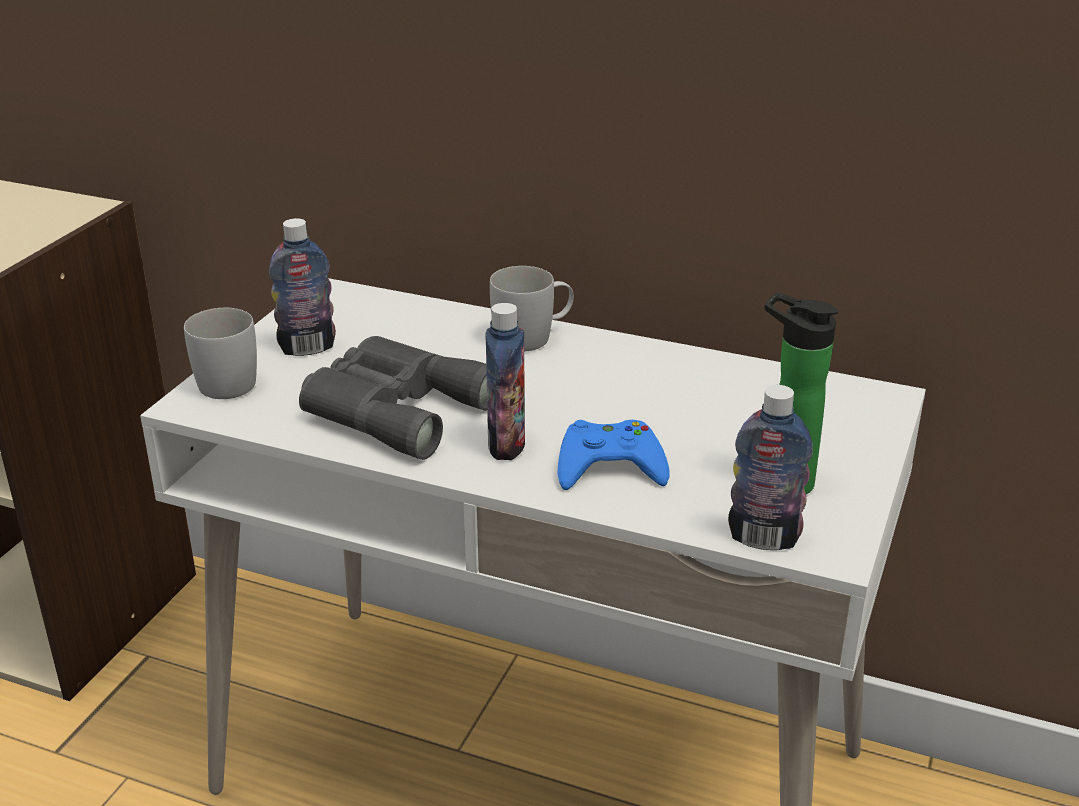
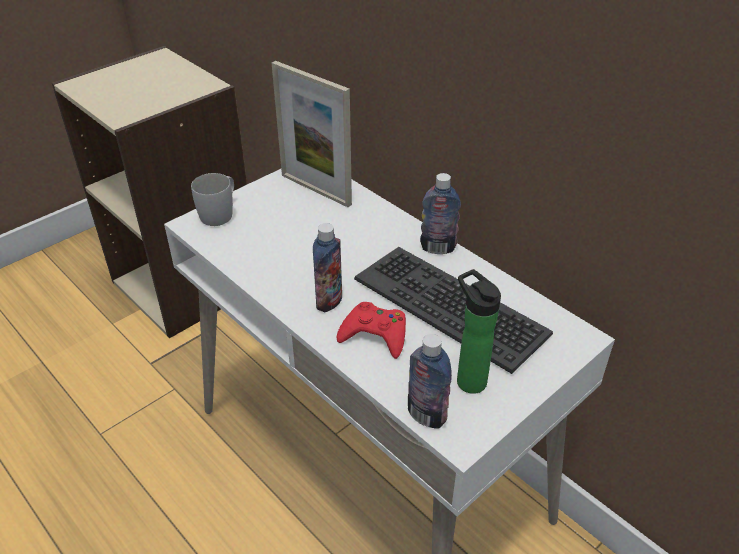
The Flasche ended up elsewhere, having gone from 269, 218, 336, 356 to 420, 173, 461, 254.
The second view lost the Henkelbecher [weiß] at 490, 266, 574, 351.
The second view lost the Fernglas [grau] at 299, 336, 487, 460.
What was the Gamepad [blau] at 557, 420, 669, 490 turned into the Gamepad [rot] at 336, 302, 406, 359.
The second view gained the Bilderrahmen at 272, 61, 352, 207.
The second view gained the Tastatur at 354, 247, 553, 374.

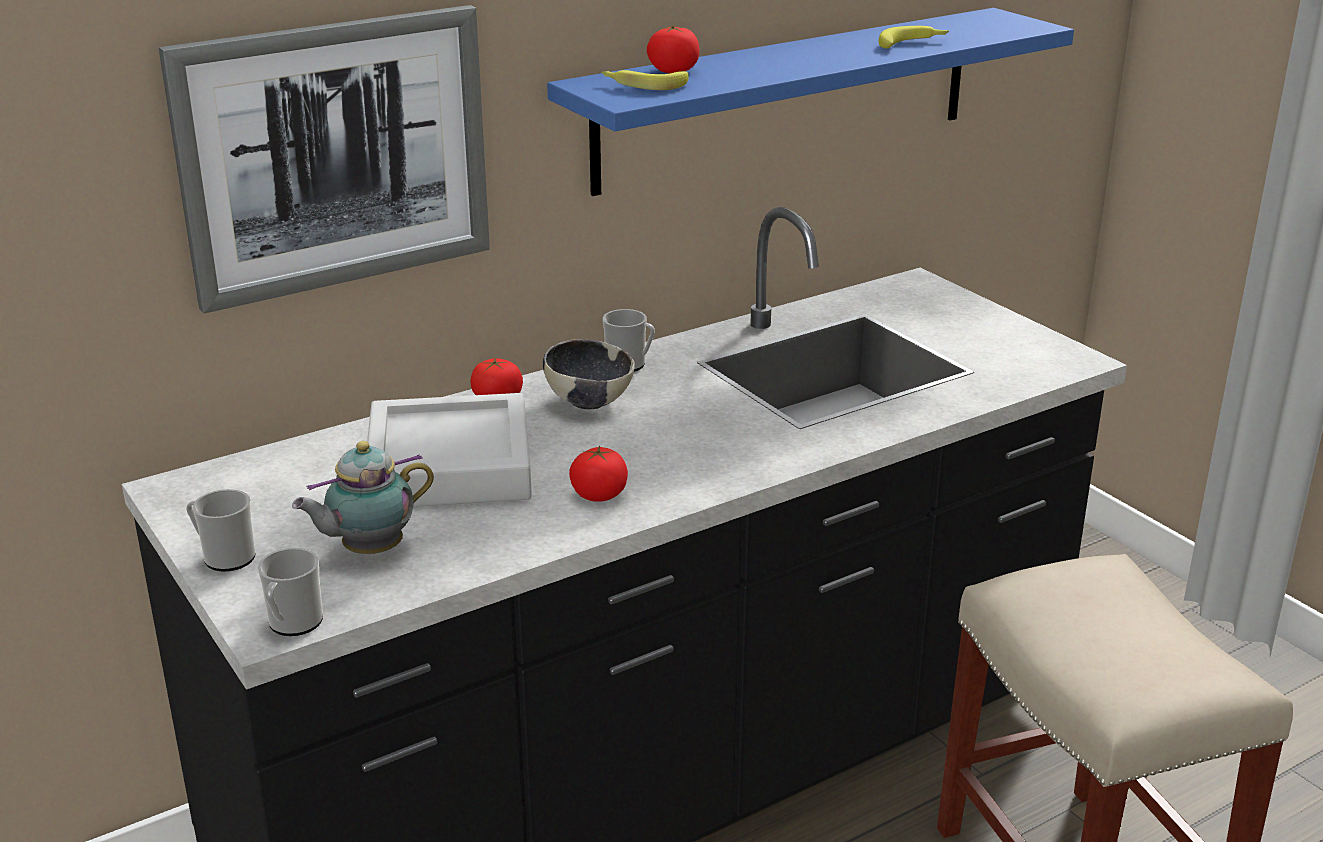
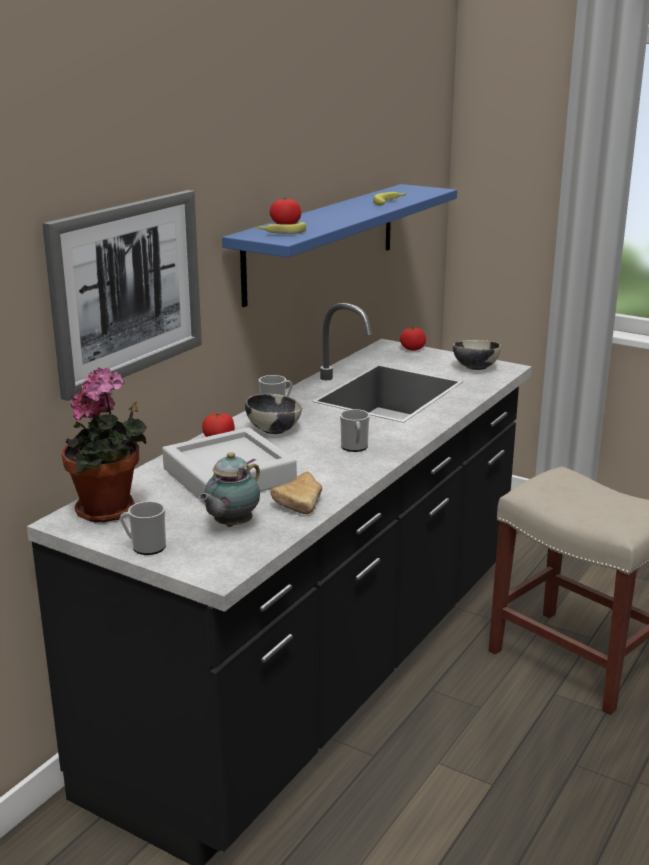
The Tomate ended up elsewhere, having gone from 569, 446, 628, 502 to 400, 327, 426, 351.
The Henkelbecher ended up elsewhere, having gone from 258, 548, 323, 636 to 340, 409, 370, 452.
The second view gained the Schüssel at 453, 340, 501, 370.
The second view gained the Topfpflanze at 61, 367, 147, 522.
The second view gained the Brot at 270, 471, 322, 514.

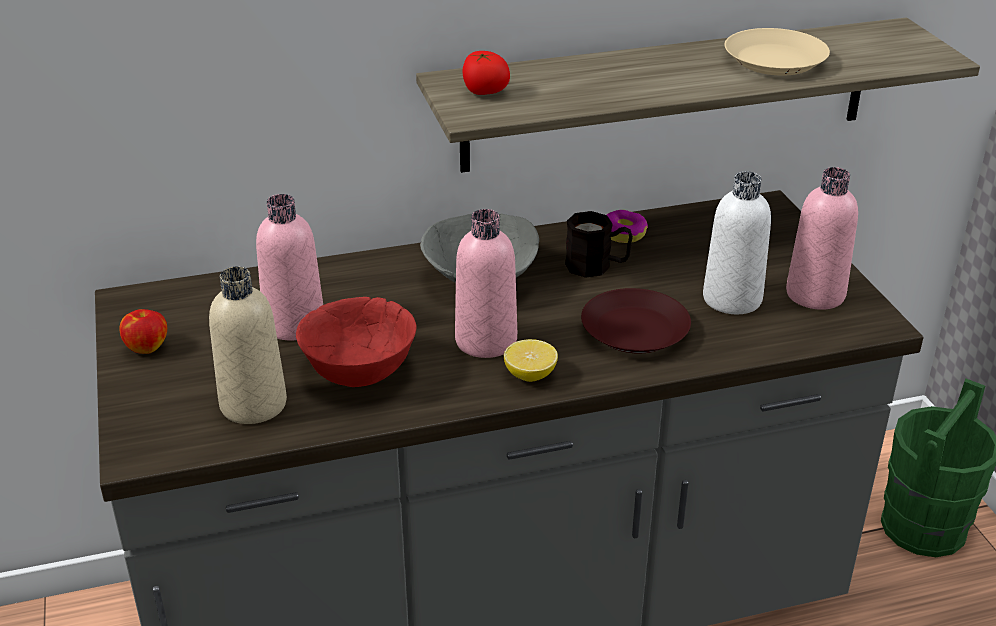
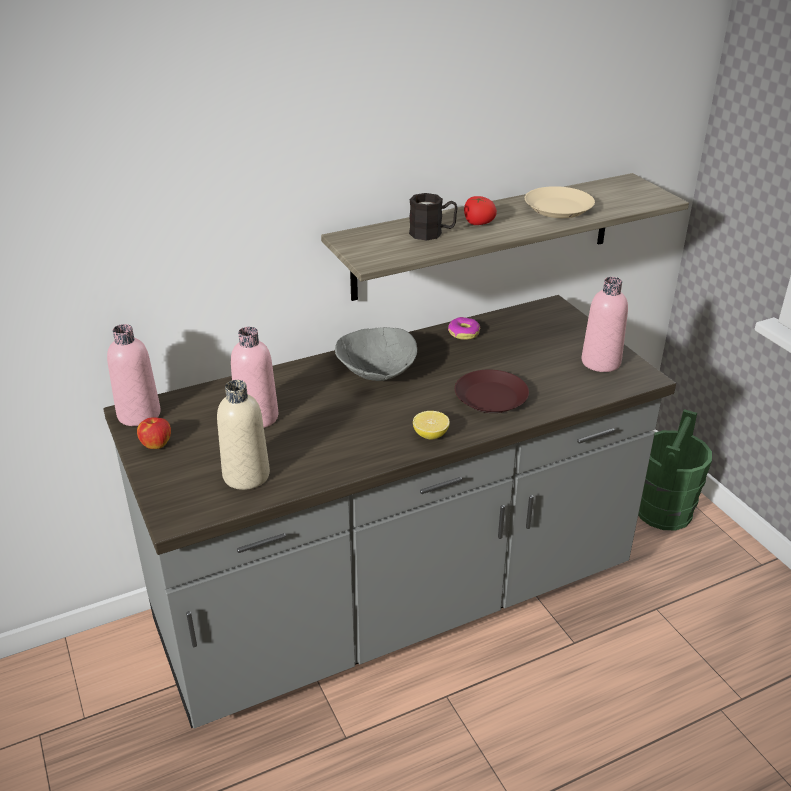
The Tomate ended up elsewhere, having gone from 462, 51, 510, 95 to 464, 196, 497, 225.
The second view lost the Flasche [weiß] at 703, 171, 771, 314.
The Flasche [rosa] ended up elsewhere, having gone from 455, 209, 517, 358 to 107, 324, 161, 426.
The Henkelbecher [schwarz] ended up elsewhere, having gone from 565, 211, 633, 278 to 409, 193, 458, 241.
The second view lost the Schüssel [rot] at 296, 297, 417, 387.

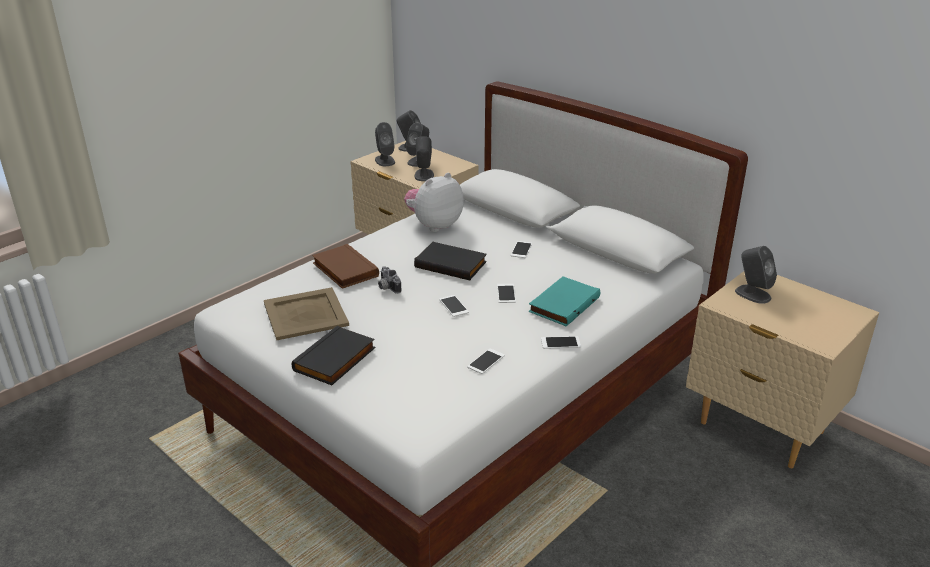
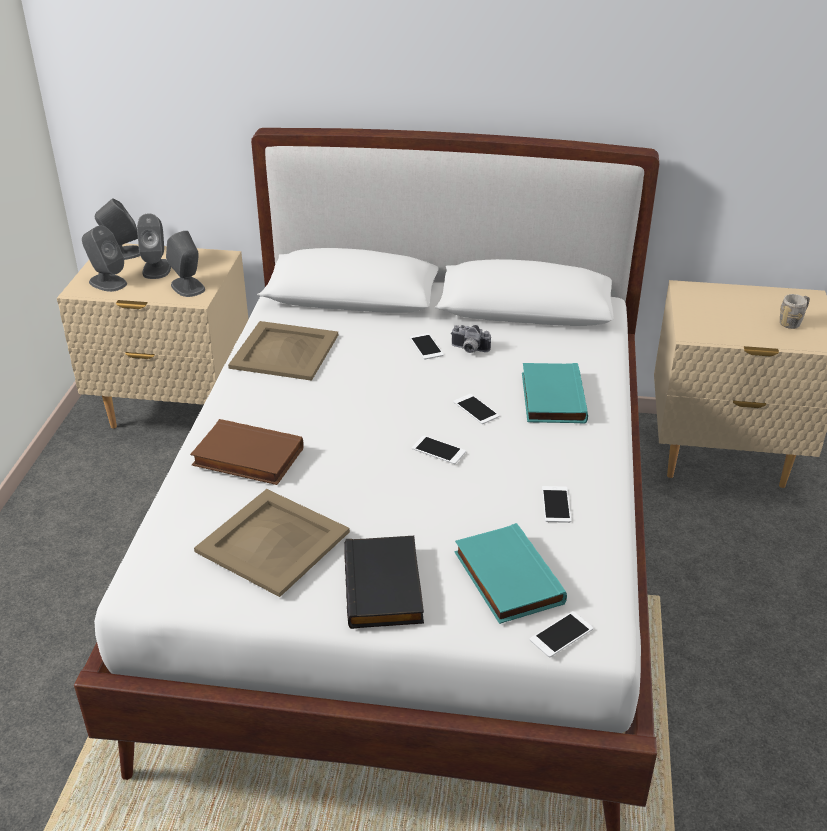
Where the Plüschtier stood at 404, 173, 464, 232, the Tablett [beige] came to stand at 228, 321, 338, 381.
The second view lost the Buch [schwarz] at 414, 242, 487, 280.
The second view lost the Lautsprecher [grau] at 735, 246, 777, 304.
The Kamera ended up elsewhere, having gone from 378, 266, 401, 294 to 451, 325, 491, 353.
The Handy ended up elsewhere, having gone from 541, 336, 581, 349 to 530, 611, 593, 657.
The second view gained the Henkelbecher [grau] at 780, 294, 810, 329.
The second view gained the Buch [türkis] at 455, 523, 567, 624.

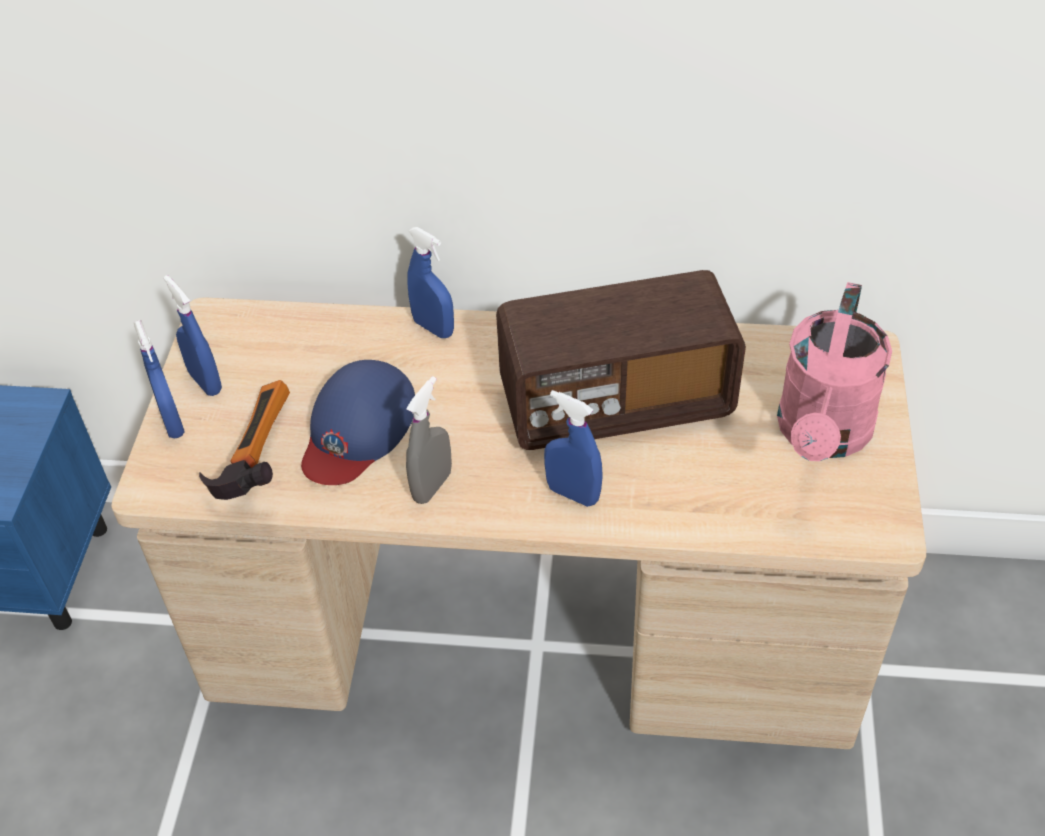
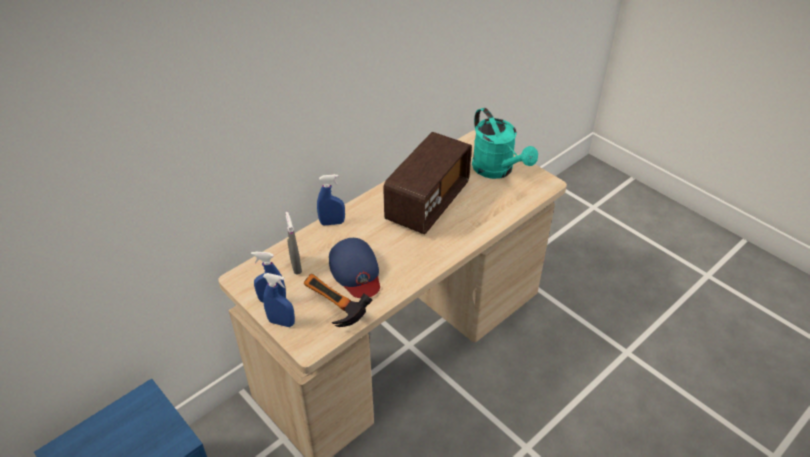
What was the Gießkanne [rosa] at 777, 282, 892, 461 turned into the Gießkanne [türkis] at 472, 108, 538, 179.
The Sprühflasche [grau] ended up elsewhere, having gone from 406, 376, 452, 504 to 286, 212, 302, 274.
The second view lost the Sprühflasche [blau] at 544, 390, 603, 507.

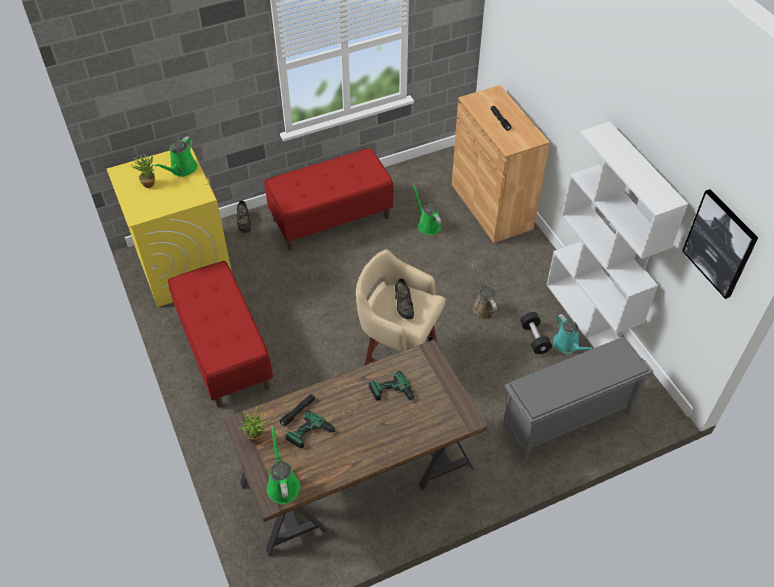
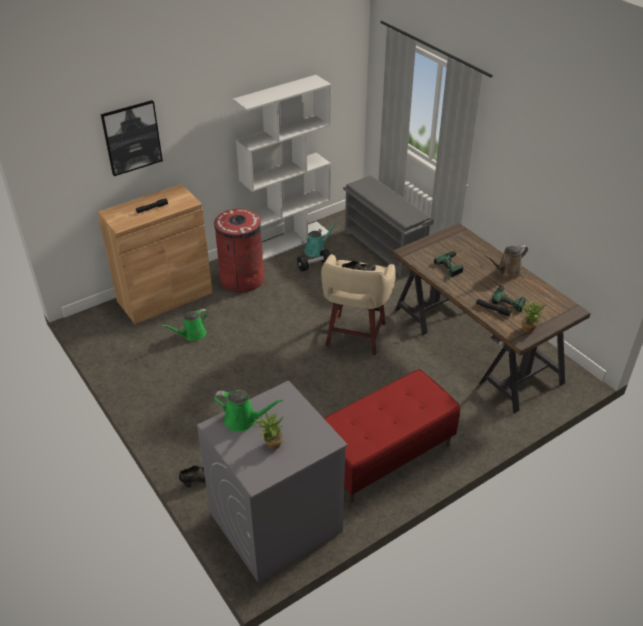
What was the Waschmaschine [gelb] at 107, 147, 232, 307 turned into the Waschmaschine [grau] at 197, 380, 348, 583.
The second view lost the Bank [rot] at 264, 148, 394, 251.
The Bild ended up elsewhere, having gone from 682, 189, 758, 299 to 101, 100, 163, 176.
The Gießkanne [braun] ended up elsewhere, having gone from 471, 263, 497, 320 to 486, 245, 528, 278.
The second view lost the Gießkanne [grün] at 267, 425, 301, 504.
The second view gained the Mülleimer [rot] at 214, 209, 264, 293.

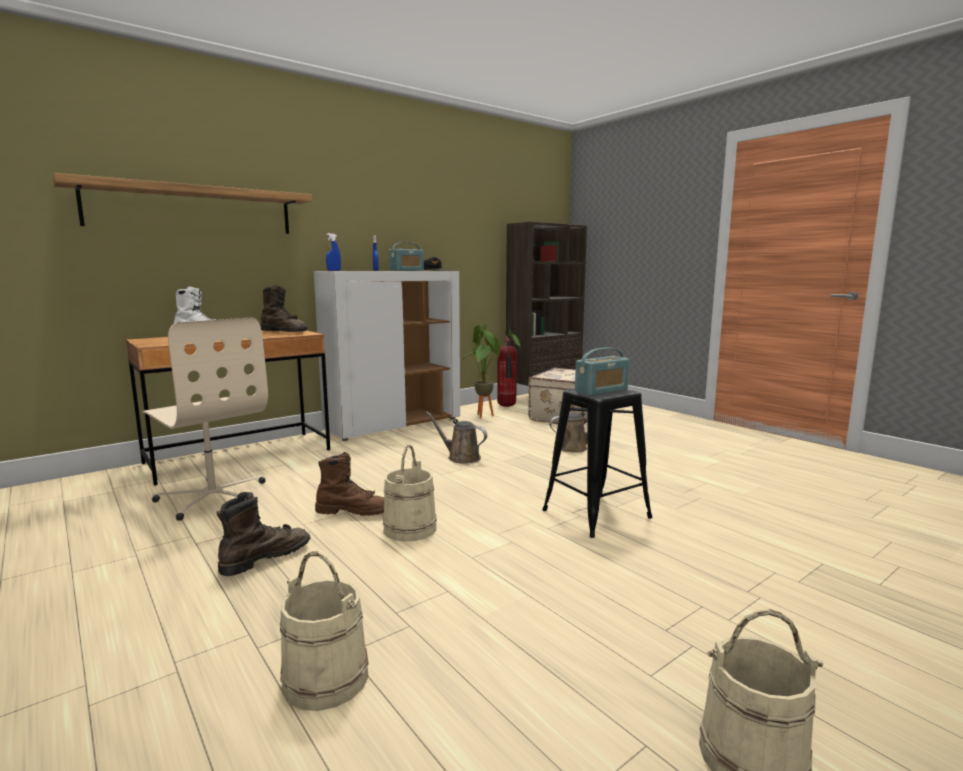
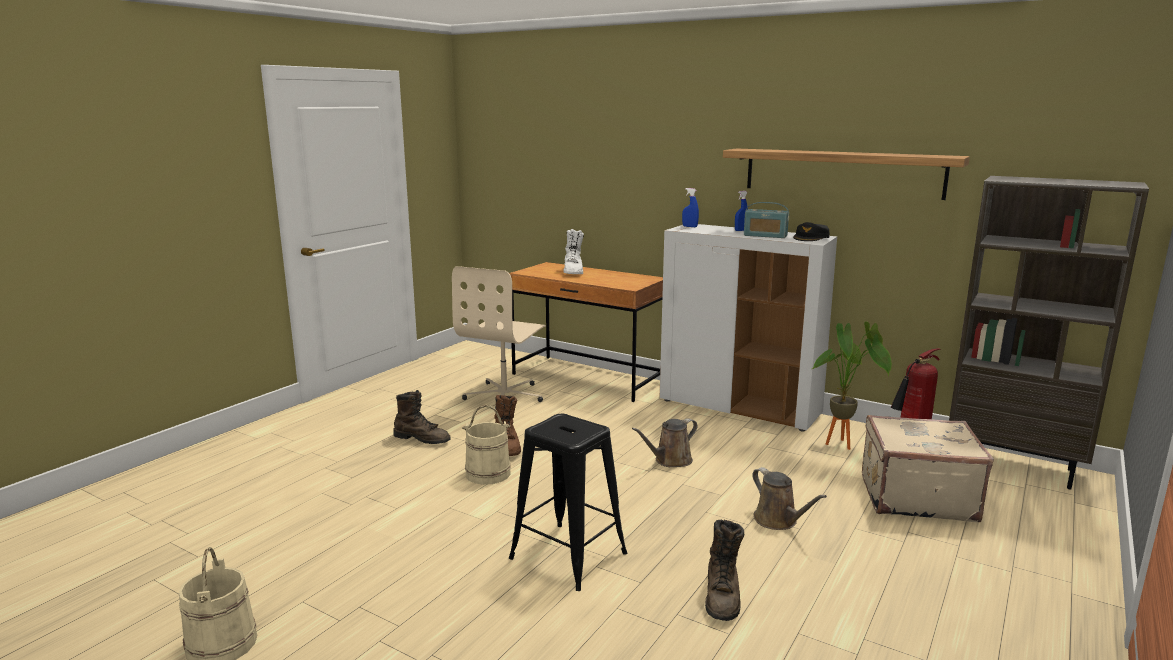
The Wandregal ended up elsewhere, having gone from 53, 173, 312, 234 to 723, 148, 970, 200.
The Stiefel [braun] ended up elsewhere, having gone from 260, 285, 308, 332 to 705, 520, 744, 621.
The second view lost the Radio at 575, 347, 629, 396.
The Gießkanne [braun] at 426, 412, 487, 463 ended up facing another way, 135 degrees counterclockwise from before.
The second view lost the Eimer [beige] at 280, 552, 369, 711.

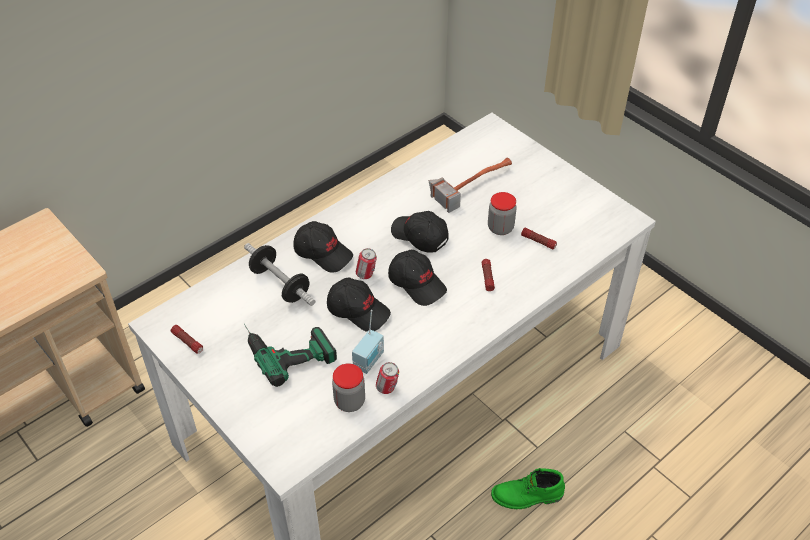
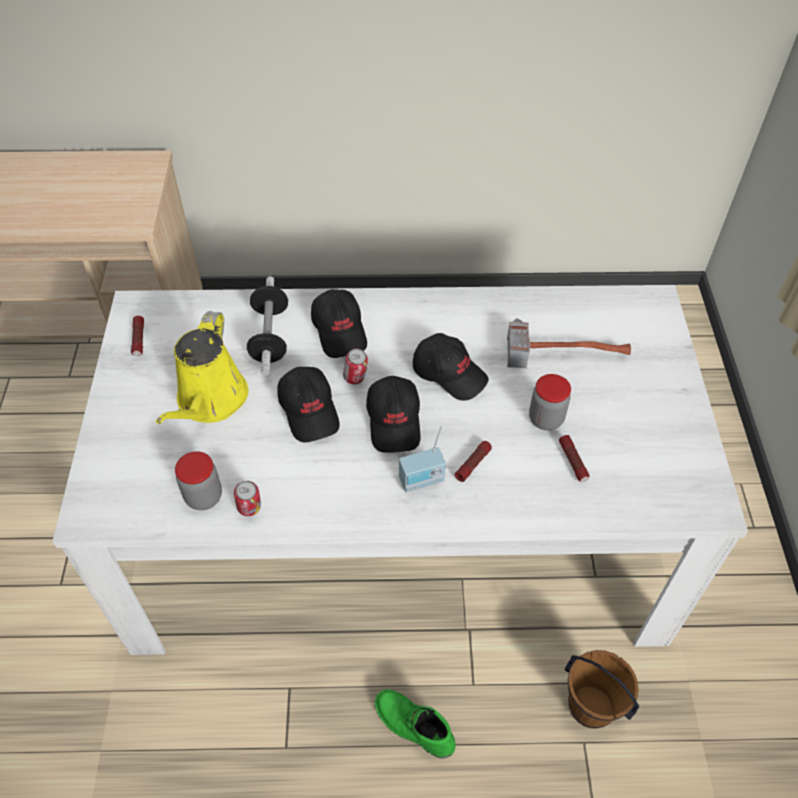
The Kappe [schwarz] at 391, 211, 449, 253 ended up facing another way, 135 degrees clockwise from before.
The Radio ended up elsewhere, having gone from 352, 310, 384, 374 to 399, 426, 446, 492.
Where the Bohrmaschine stood at 244, 324, 337, 387, the Gießkanne [gelb] came to stand at 156, 311, 248, 424.
The second view gained the Eimer [braun] at 565, 650, 639, 729.

